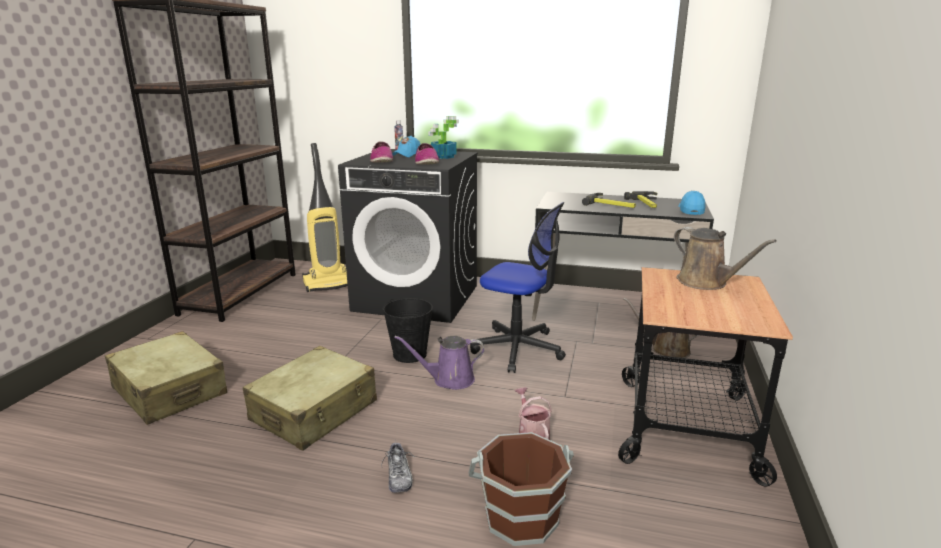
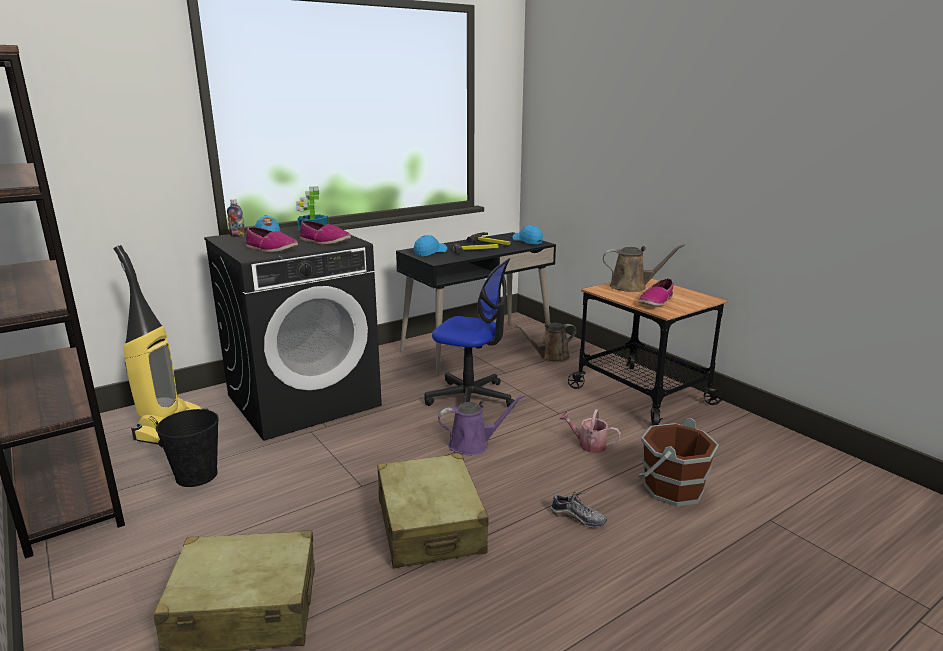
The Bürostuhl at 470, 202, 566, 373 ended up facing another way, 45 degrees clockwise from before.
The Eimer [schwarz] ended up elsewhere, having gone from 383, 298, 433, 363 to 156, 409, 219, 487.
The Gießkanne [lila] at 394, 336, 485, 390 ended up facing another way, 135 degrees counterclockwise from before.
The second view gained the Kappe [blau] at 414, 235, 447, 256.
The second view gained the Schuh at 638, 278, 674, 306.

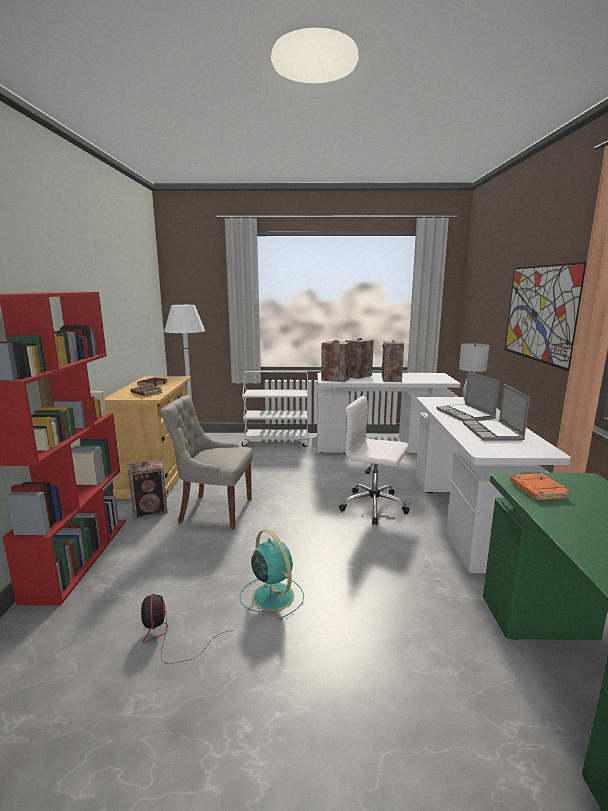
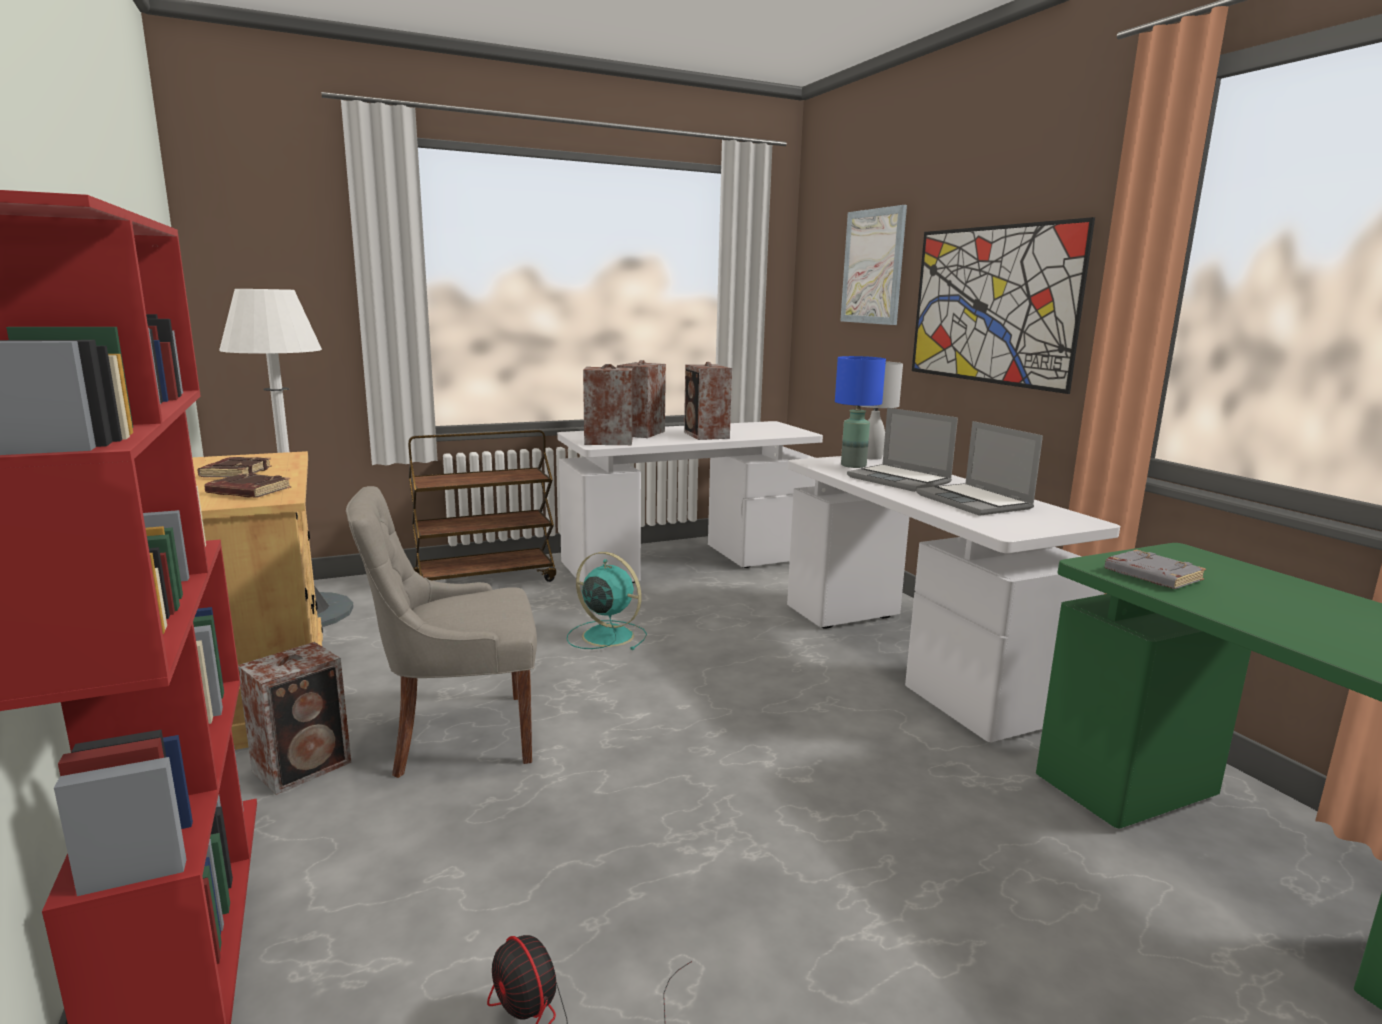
What was the Rollwagen [weiß] at 242, 371, 309, 447 turned into the Rollwagen [braun] at 408, 430, 556, 582.
The second view lost the Bürostuhl [weiß] at 339, 395, 410, 525.
What was the Buch [orange] at 510, 473, 571, 500 turned into the Buch [grau] at 1105, 550, 1206, 589.
The Ventilator [türkis] ended up elsewhere, having gone from 240, 529, 304, 620 to 567, 552, 647, 650.
The second view gained the Bild at 840, 205, 907, 325.
The second view gained the Tischlampe [blau] at 835, 356, 886, 468.

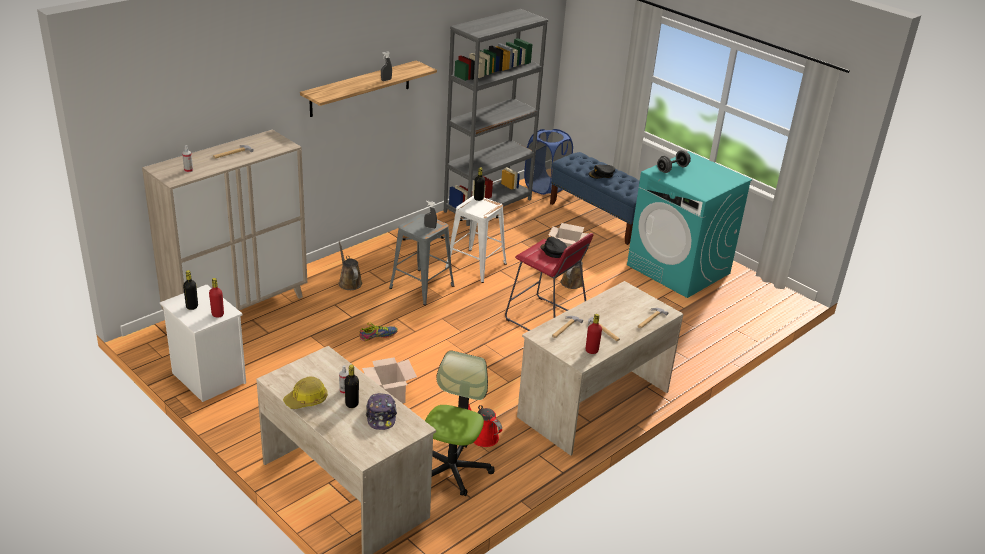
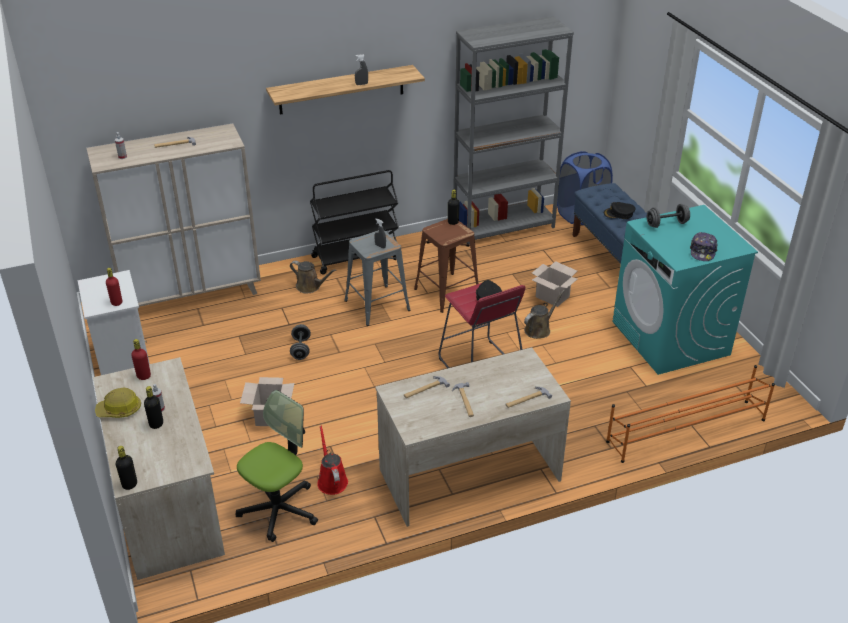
What was the Hocker [weiß] at 445, 196, 507, 283 turned into the Hocker [braun] at 414, 219, 479, 313.
The Gießkanne [braun] at 339, 241, 362, 290 ended up facing another way, 120 degrees clockwise from before.
The Flasche [schwarz] ended up elsewhere, having gone from 183, 270, 198, 310 to 116, 446, 137, 490.
The Flasche [rot] ended up elsewhere, having gone from 586, 314, 602, 354 to 131, 339, 151, 380.
Where the Schuh stood at 359, 322, 398, 341, the Hantel [grau] came to stand at 290, 324, 311, 360.
The Kappe ended up elsewhere, having gone from 366, 393, 397, 430 to 690, 232, 718, 261.
The second view gained the Rollwagen [schwarz] at 310, 170, 399, 275.
The second view gained the Schuhregal [orange] at 606, 365, 775, 463.

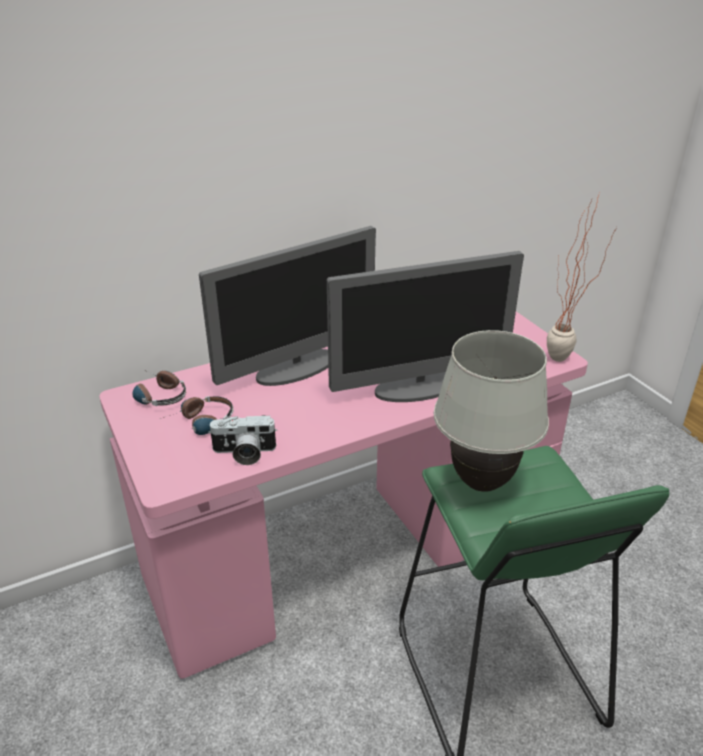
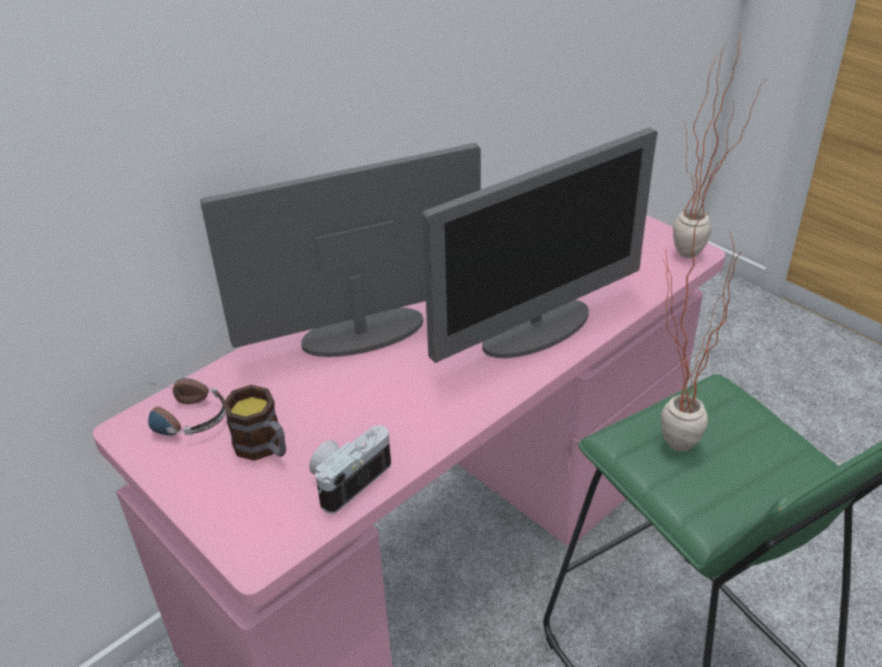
The Monitor at 199, 226, 376, 386 ended up facing another way, 150 degrees counterclockwise from before.
Where the Tischlampe [weiß] stood at 434, 330, 549, 492, the Topfpflanze came to stand at 661, 213, 741, 452.
Where the Kopfhörer stood at 160, 396, 234, 435, the Henkelbecher came to stand at 222, 385, 286, 461.
The Kamera at 208, 415, 277, 465 ended up facing another way, 150 degrees clockwise from before.

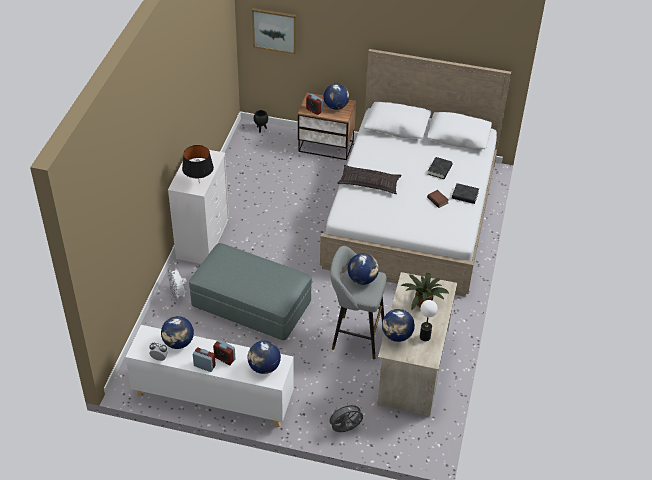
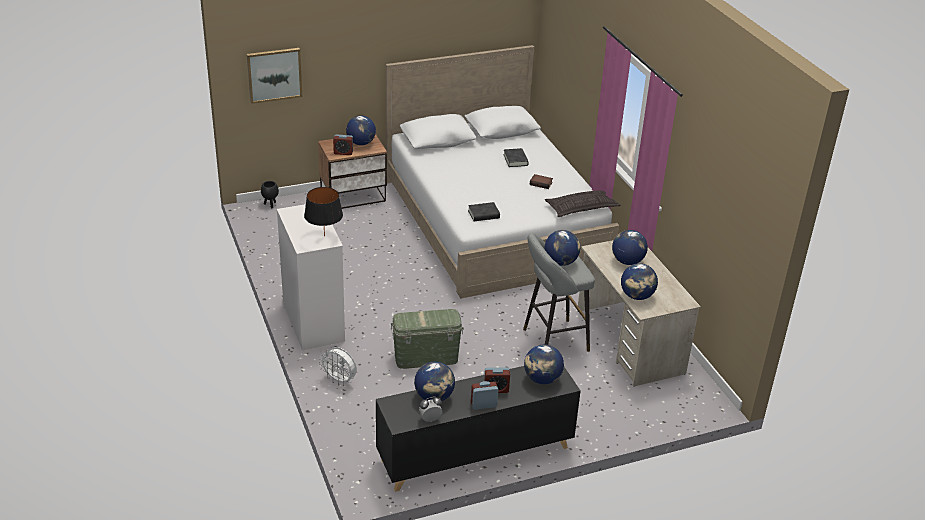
The Kissen ended up elsewhere, having gone from 337, 165, 401, 194 to 545, 190, 621, 217.
The Buch [schwarz] ended up elsewhere, having gone from 452, 183, 479, 204 to 468, 202, 500, 221.
Where the Polsterhocker [grau] stood at 189, 243, 312, 340, the Aufbewahrungsbox [grün] came to stand at 391, 309, 464, 369.
Where the Topfpflanze stood at 401, 273, 449, 310, the Globus came to stand at 612, 230, 648, 265.
The second view lost the Tischlampe at 420, 300, 438, 341.
What was the Schrank [weiß] at 125, 325, 294, 427 turned into the Schrank [schwarz] at 376, 366, 581, 492.
The second view lost the Ventilator [grau] at 327, 403, 363, 432.

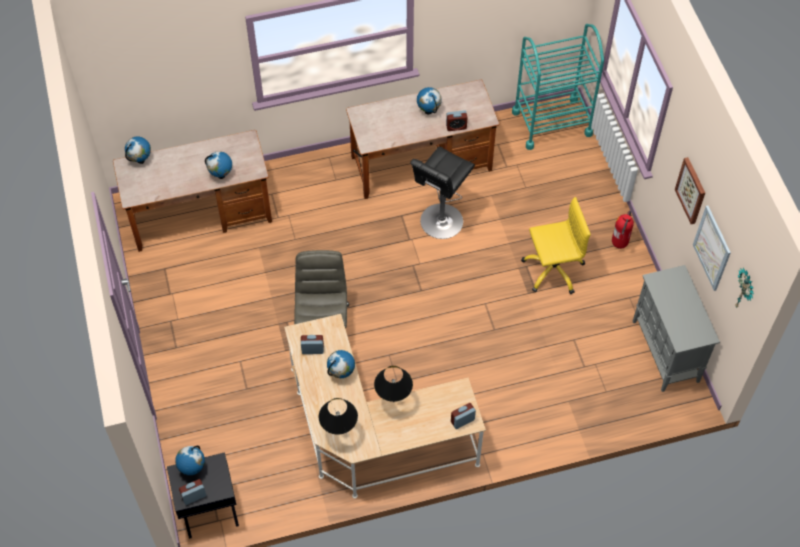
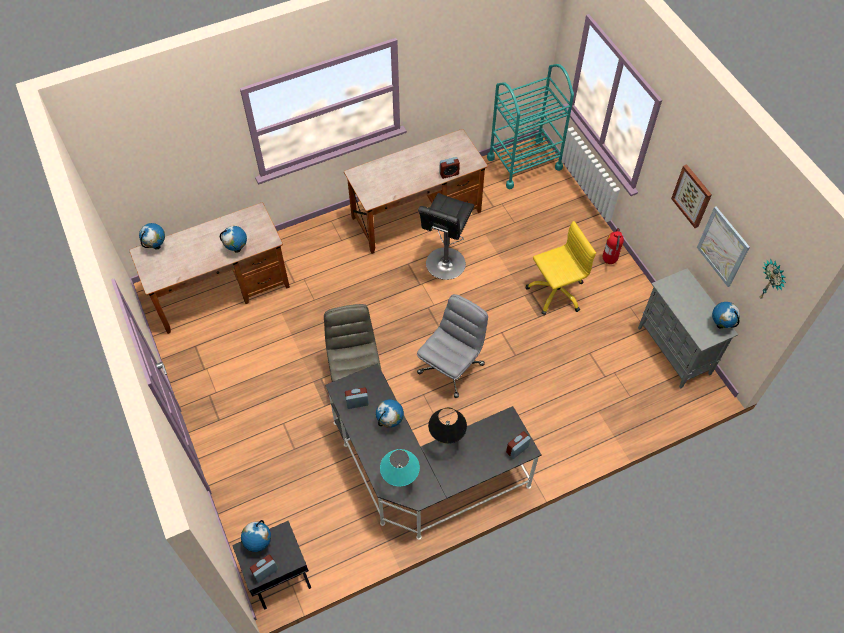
The Globus ended up elsewhere, having gone from 417, 87, 442, 114 to 712, 302, 740, 329.
What was the Schreibtisch [beige] at 284, 314, 486, 498 turned into the Schreibtisch [schwarz] at 325, 363, 542, 540.
What was the Tischlampe [schwarz] at 319, 398, 358, 434 turned into the Tischlampe [türkis] at 380, 449, 420, 486.
The second view gained the Bürostuhl [grau] at 417, 294, 488, 398.

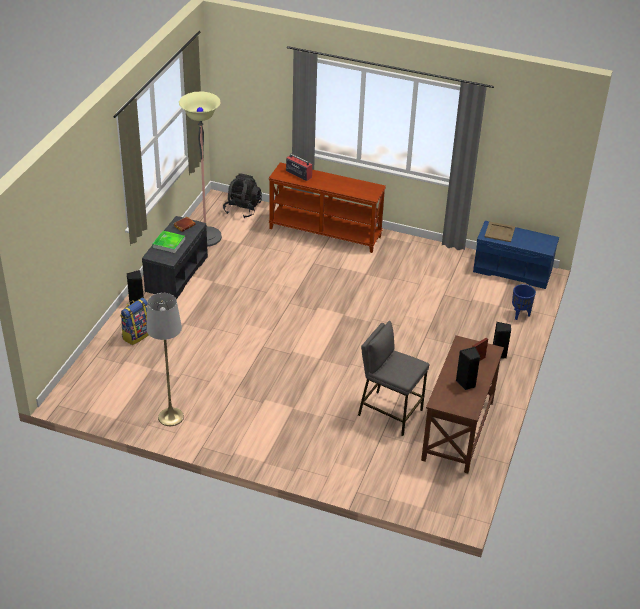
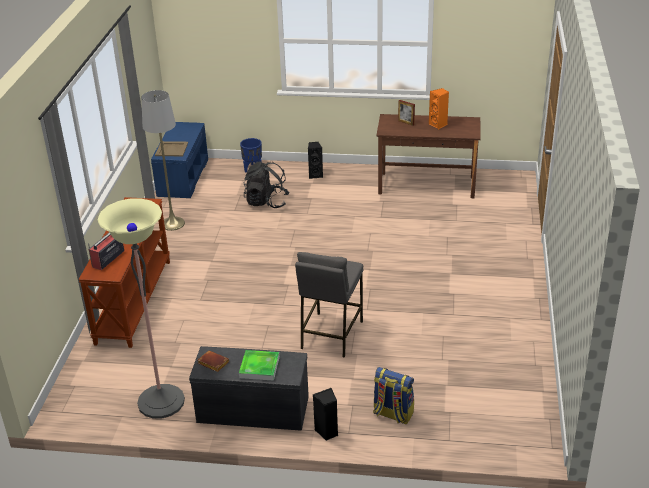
The Rucksack [schwarz] ended up elsewhere, having gone from 223, 173, 262, 218 to 243, 161, 290, 208.
The Stehlampe [grau] ended up elsewhere, having gone from 146, 293, 184, 426 to 141, 90, 185, 231.
The Hocker [grau] ended up elsewhere, having gone from 358, 321, 430, 436 to 295, 252, 364, 358.
What was the Lautsprecher [schwarz] at 456, 347, 480, 390 turned into the Lautsprecher [orange] at 429, 88, 449, 129.

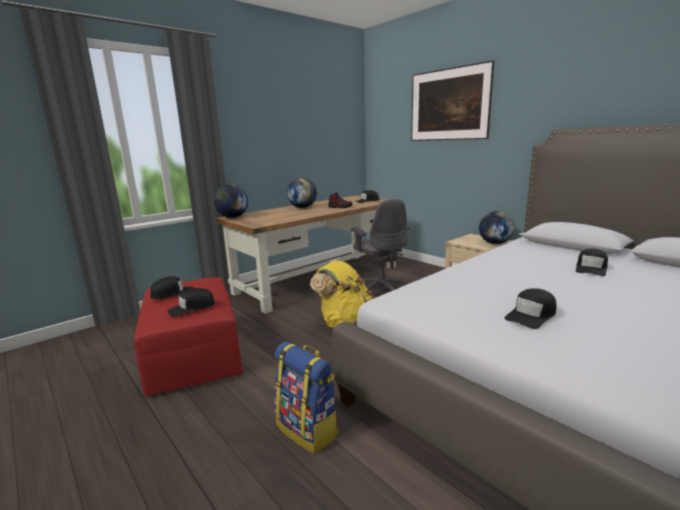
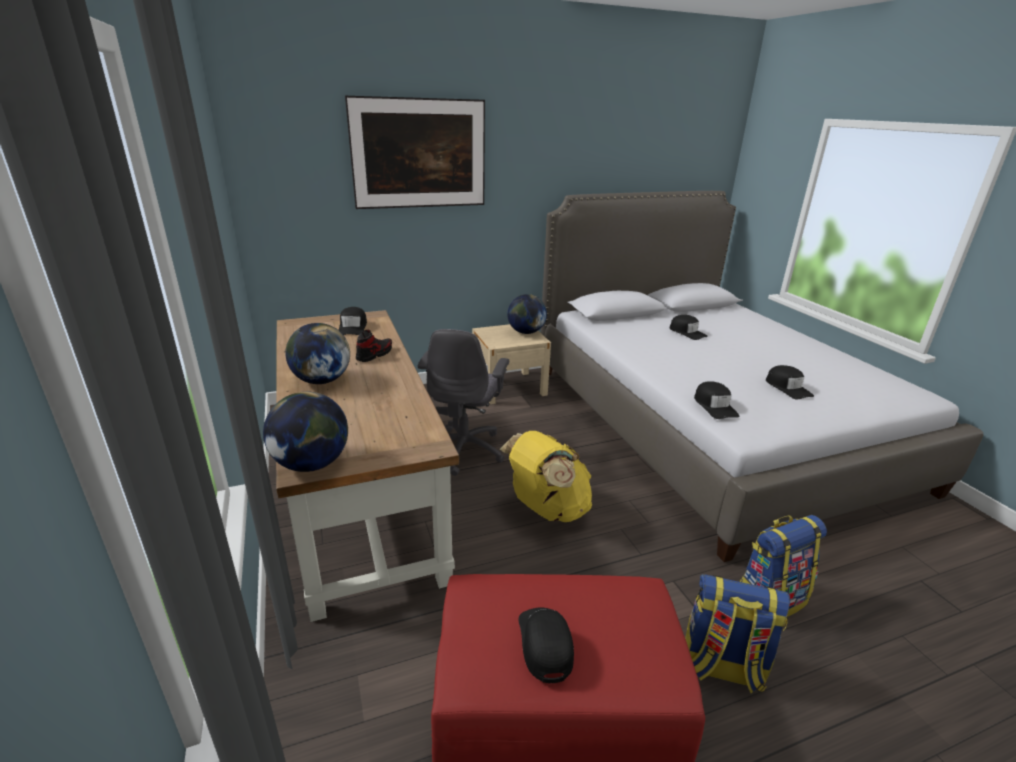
The Bürostuhl [grau] at 351, 199, 410, 291 ended up facing another way, 105 degrees clockwise from before.
The Kappe [schwarz] ended up elsewhere, having gone from 167, 288, 215, 317 to 694, 381, 739, 419.
The second view gained the Rucksack at 685, 574, 790, 693.

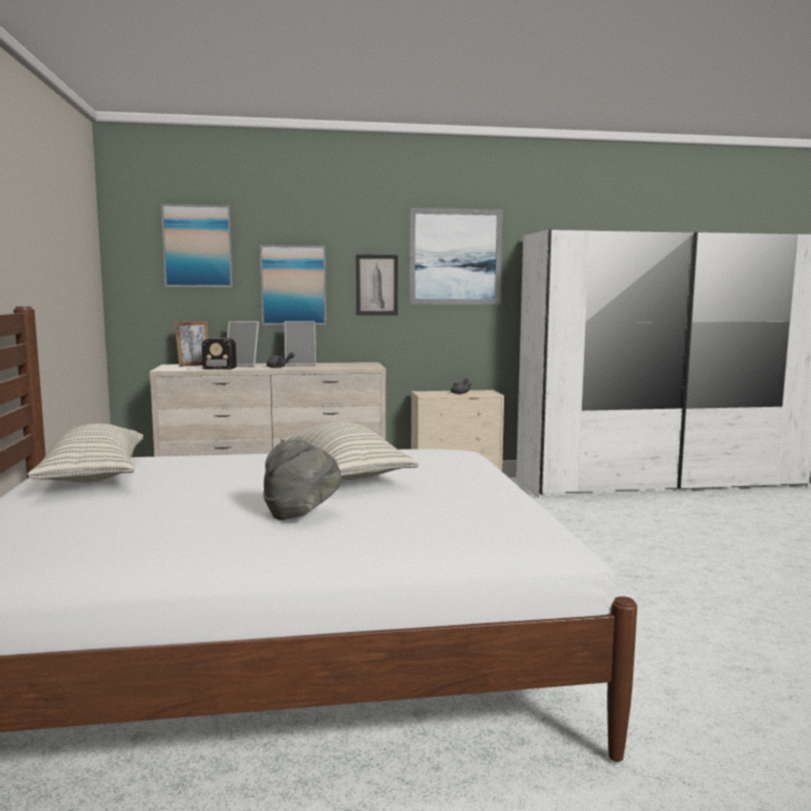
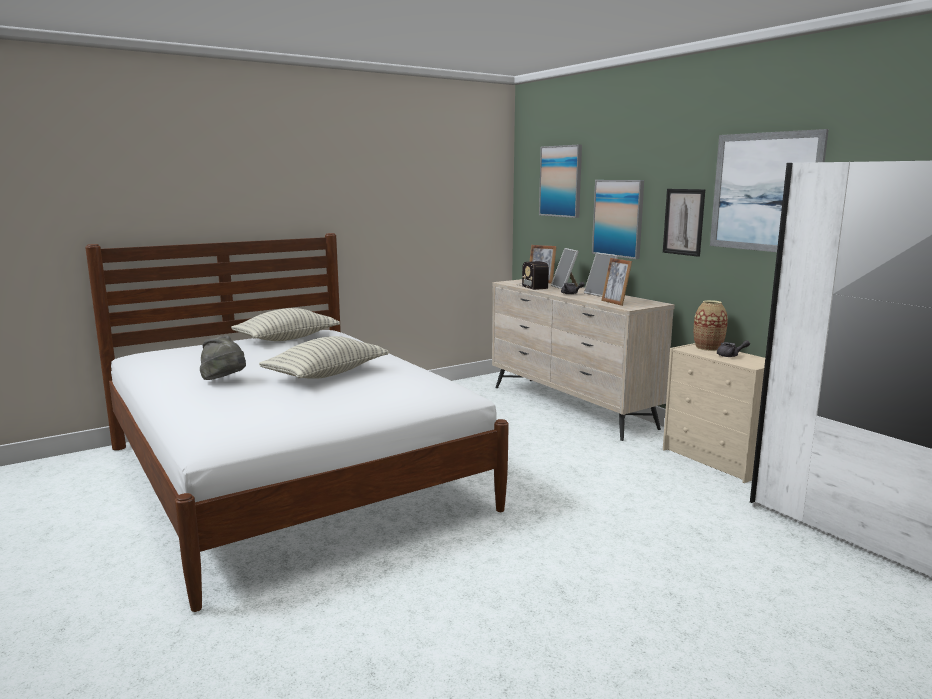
The second view gained the Bilderrahmen at 601, 258, 632, 306.
The second view gained the Vase at 694, 300, 728, 351.

